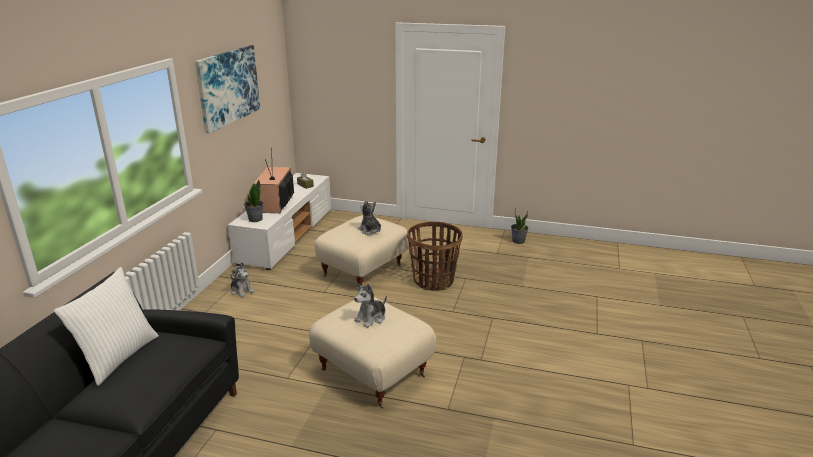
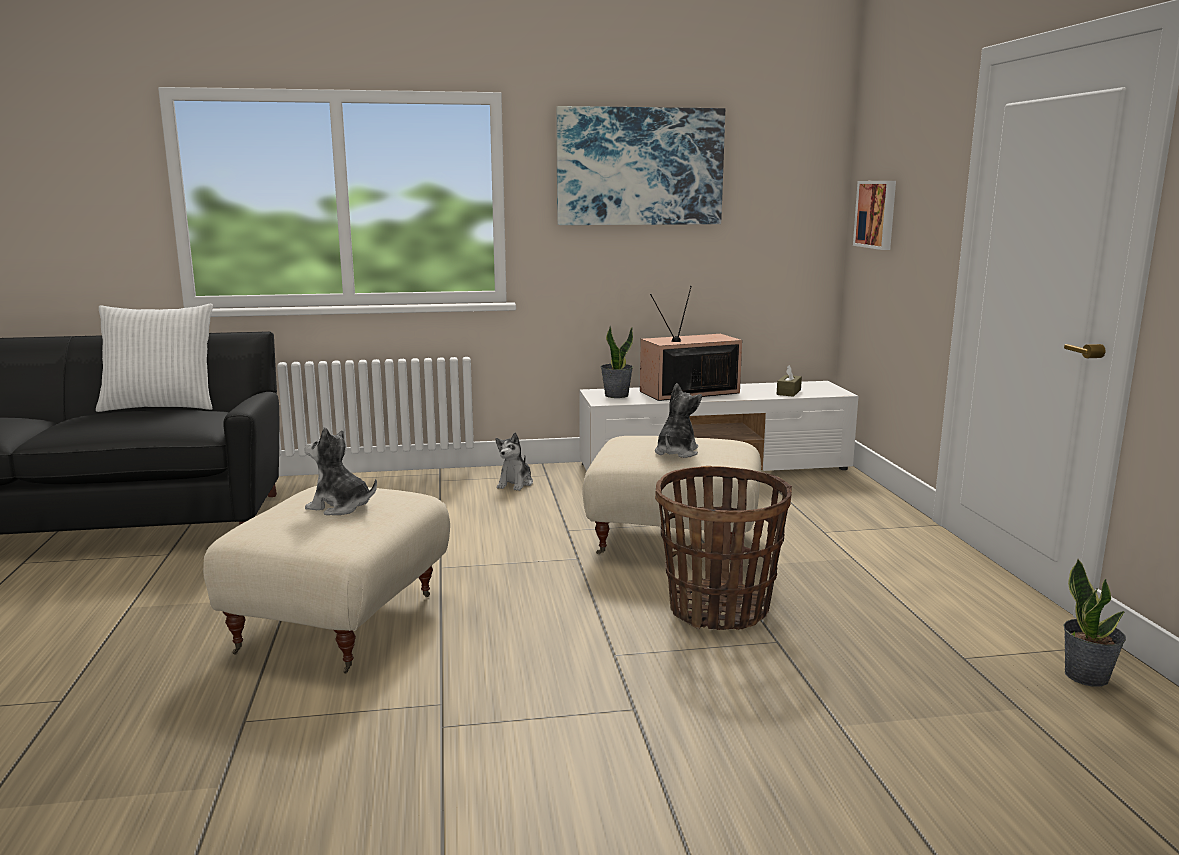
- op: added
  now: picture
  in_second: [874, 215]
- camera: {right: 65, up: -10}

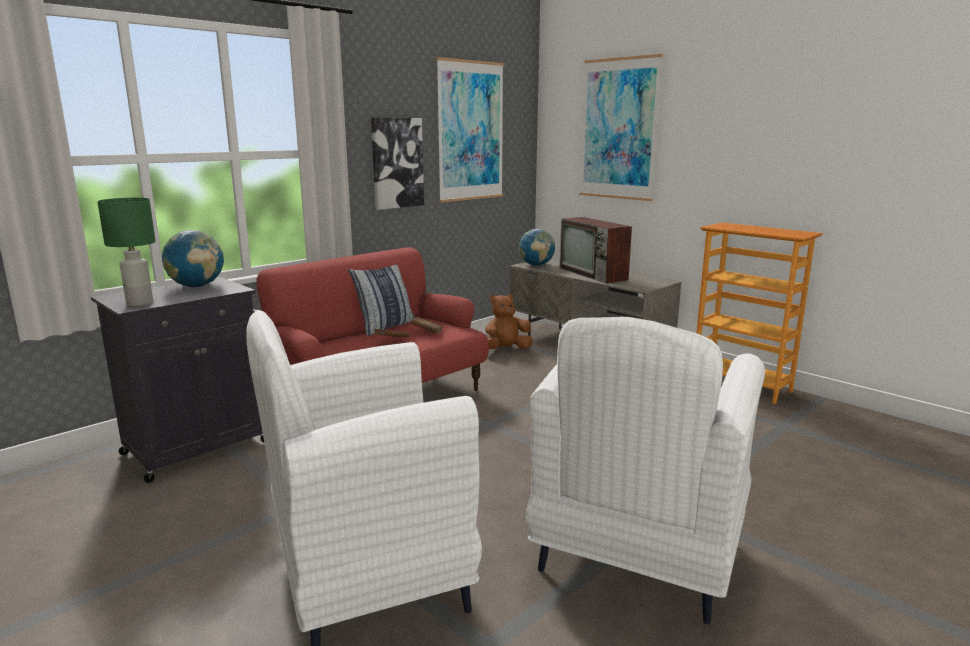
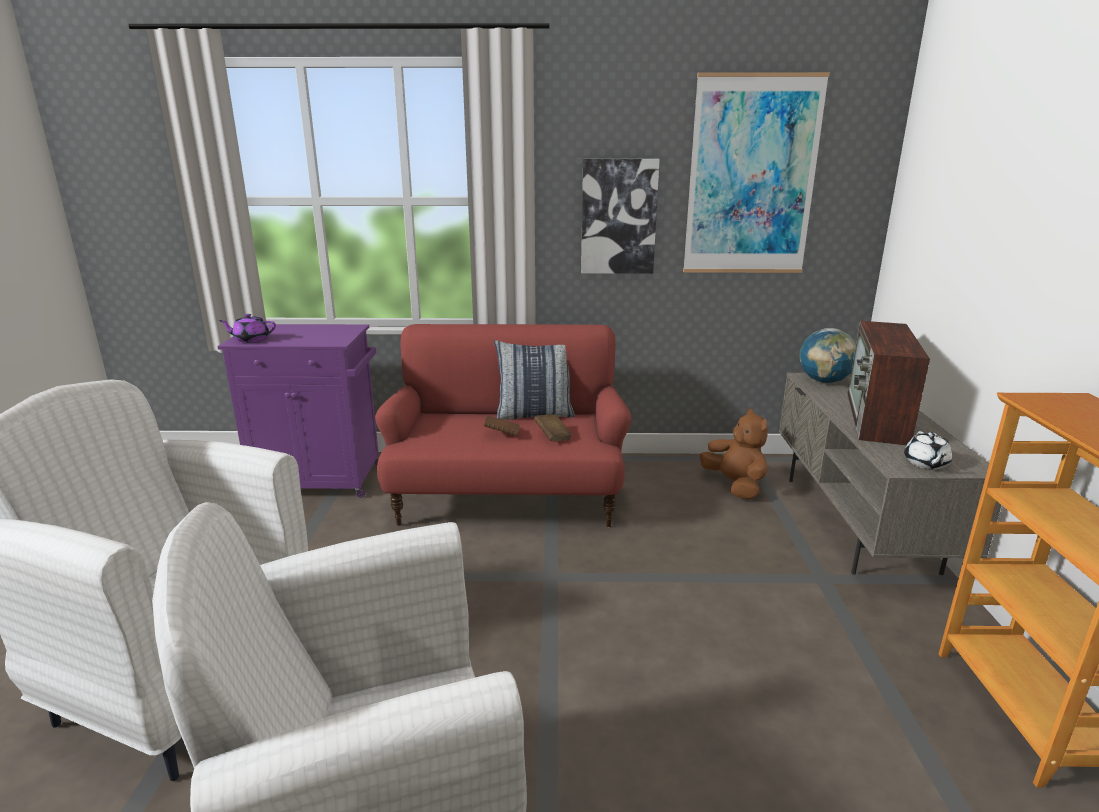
- op: recoloured
  was: black cabinet
  now: purple cabinet
  in_first: [177, 380]
  in_second: [298, 411]
- op: replaced
  was: green table lamp
  now: purple teapot
  in_first: [126, 252]
  in_second: [247, 328]
- op: turned
  was: brown plush toy
  in_first: [509, 321]
  in_second: [734, 454]
  clockwise: 45
- op: added
  now: white teapot
  in_second: [928, 450]
- op: removed
  was: globe
  in_first: [193, 258]
- op: removed
  was: picture
  in_first: [621, 127]
- camera: {right: 45, up: 5}

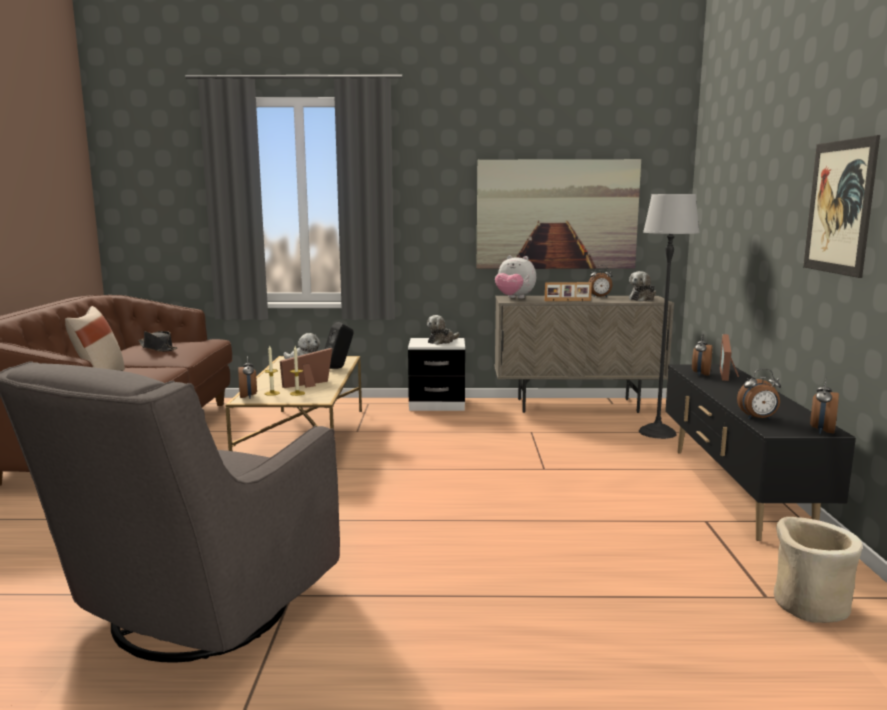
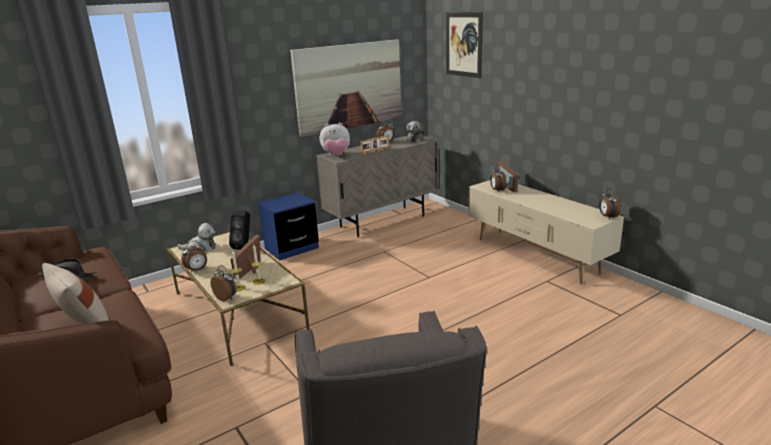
- op: moved
  was: alarm clock
  in_first: [759, 394]
  in_second: [194, 257]
- op: recoloured
  was: white nightstand
  now: blue nightstand
  in_first: [436, 374]
  in_second: [288, 226]
- op: moved
  was: picture
  in_first: [841, 206]
  in_second: [464, 45]
- op: recoloured
  was: black tv stand
  now: beige tv stand
  in_first: [760, 452]
  in_second: [546, 232]
- op: removed
  was: plush toy
  in_first: [443, 330]
- op: removed
  was: floor lamp
  in_first: [669, 316]
- op: removed
  was: beige planter
  in_first: [818, 570]
- camera: {right: -35, up: 10}

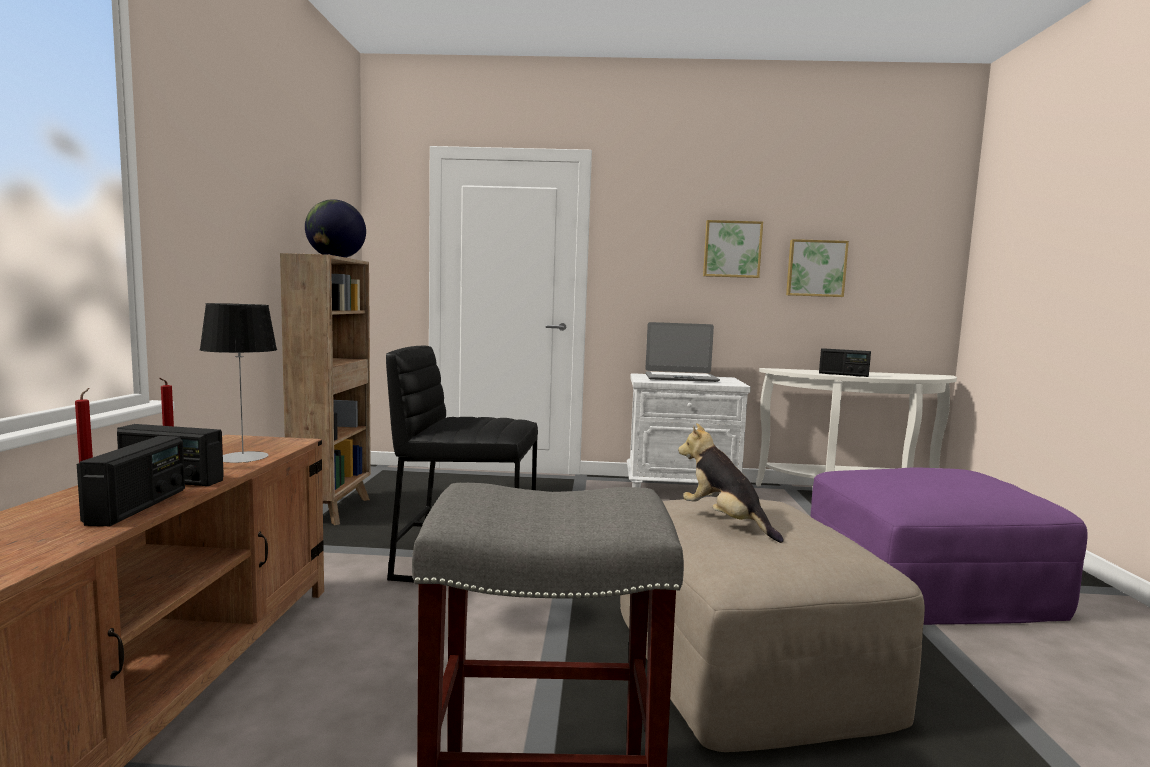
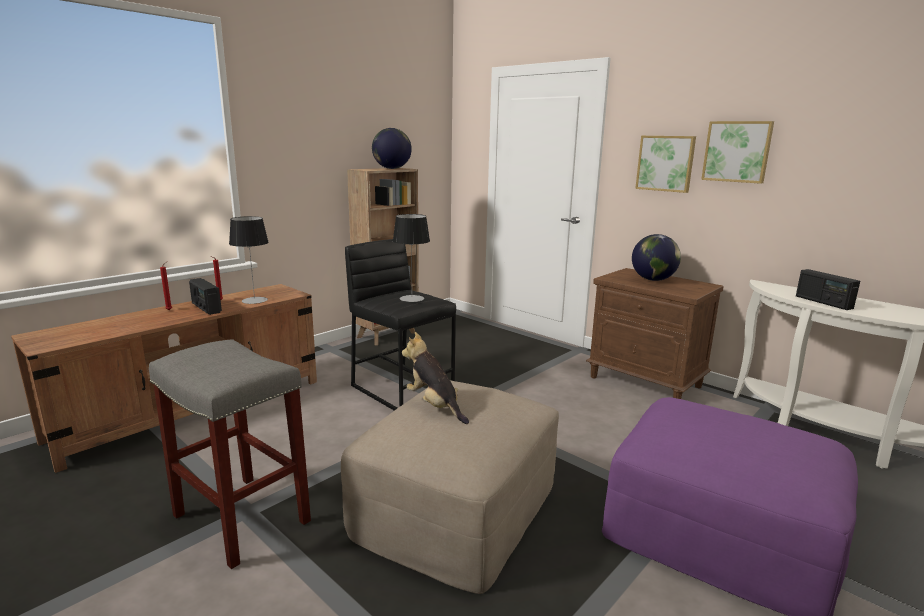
- op: added
  now: table lamp
  in_second: [411, 258]
- op: turned
  was: plush toy
  in_first: [731, 483]
  in_second: [435, 378]
  clockwise: -45
- op: recoloured
  was: white nightstand
  now: brown nightstand
  in_first: [689, 430]
  in_second: [655, 333]
- op: replaced
  was: laptop
  now: globe
  in_first: [682, 352]
  in_second: [656, 257]
- op: moved
  was: picture
  in_first: [817, 268]
  in_second: [665, 164]
- op: removed
  was: radio
  in_first: [131, 481]
- camera: {right: 40, up: 10}

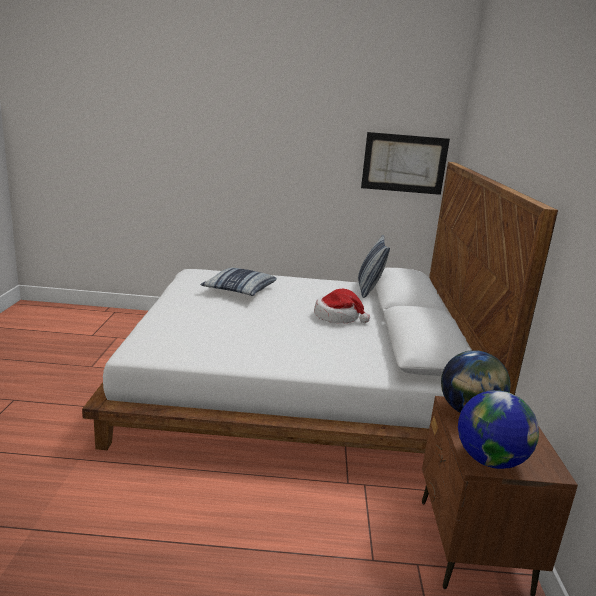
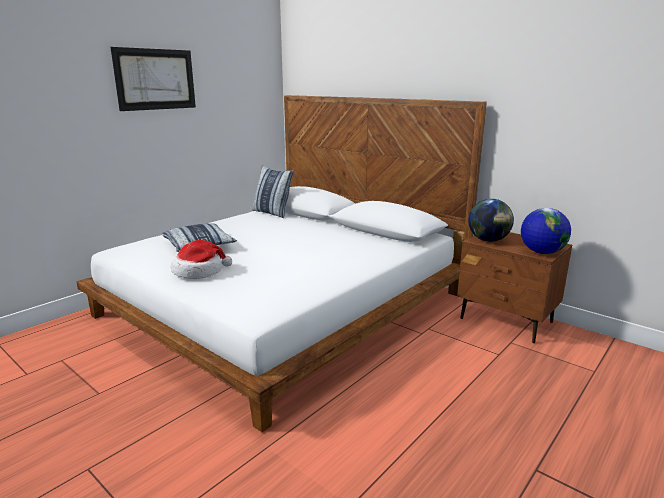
- op: moved
  was: picture
  in_first: [405, 163]
  in_second: [153, 79]
- op: moved
  was: hat
  in_first: [342, 306]
  in_second: [201, 259]
- camera: {right: -50, up: 0}

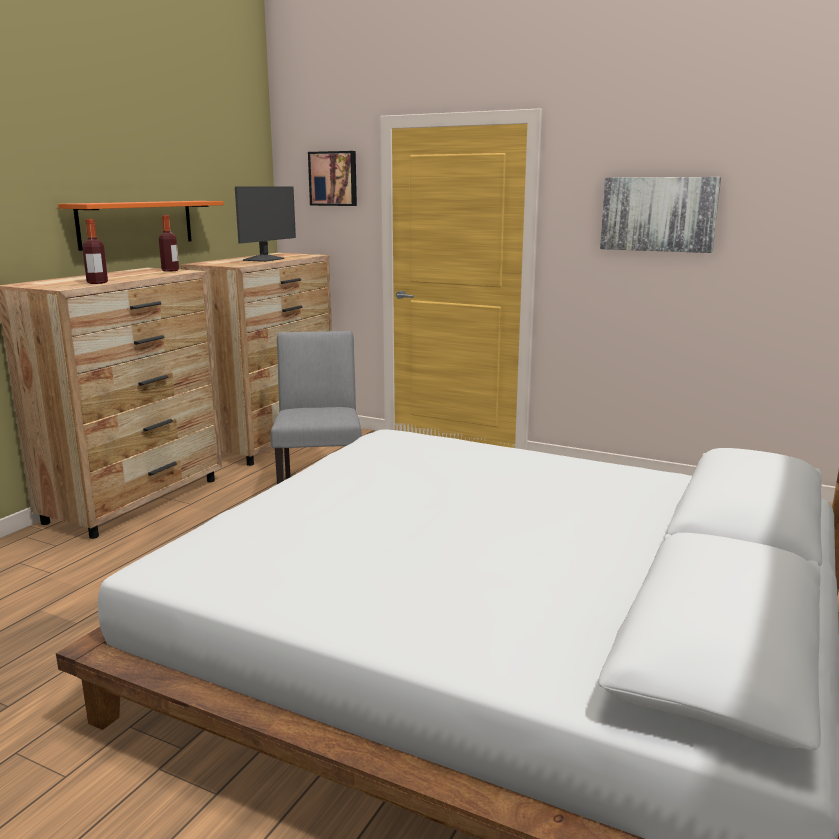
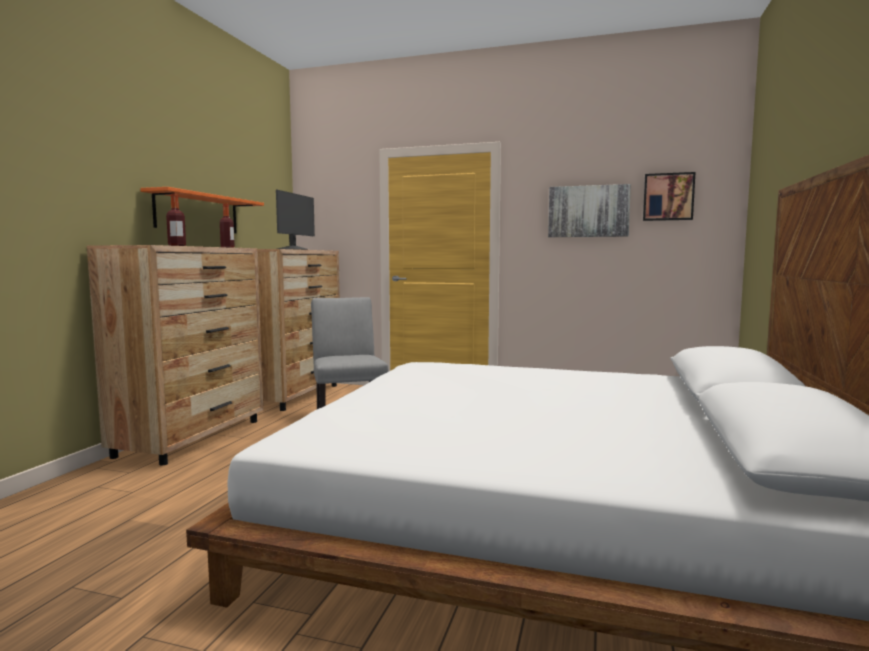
- op: moved
  was: picture
  in_first: [332, 178]
  in_second: [669, 196]
- camera: {right: -10, up: -10}

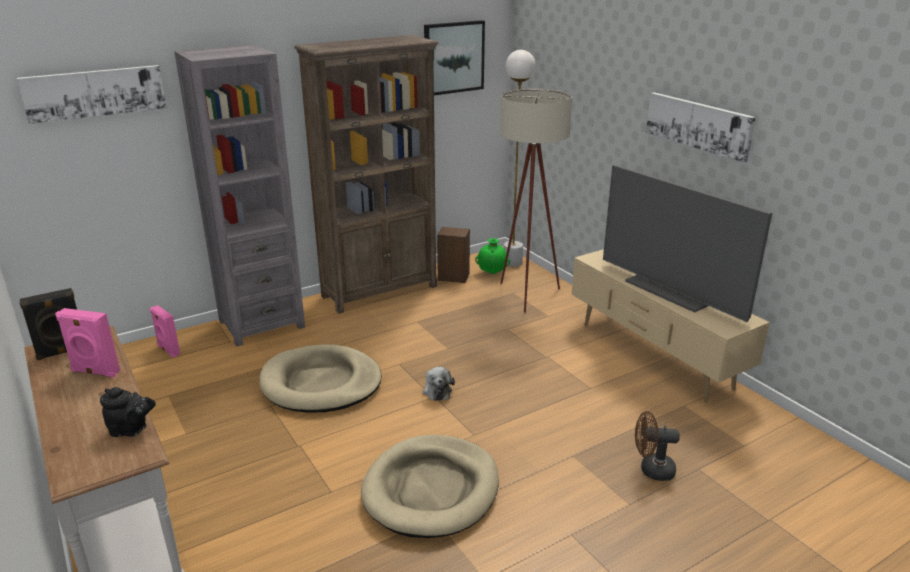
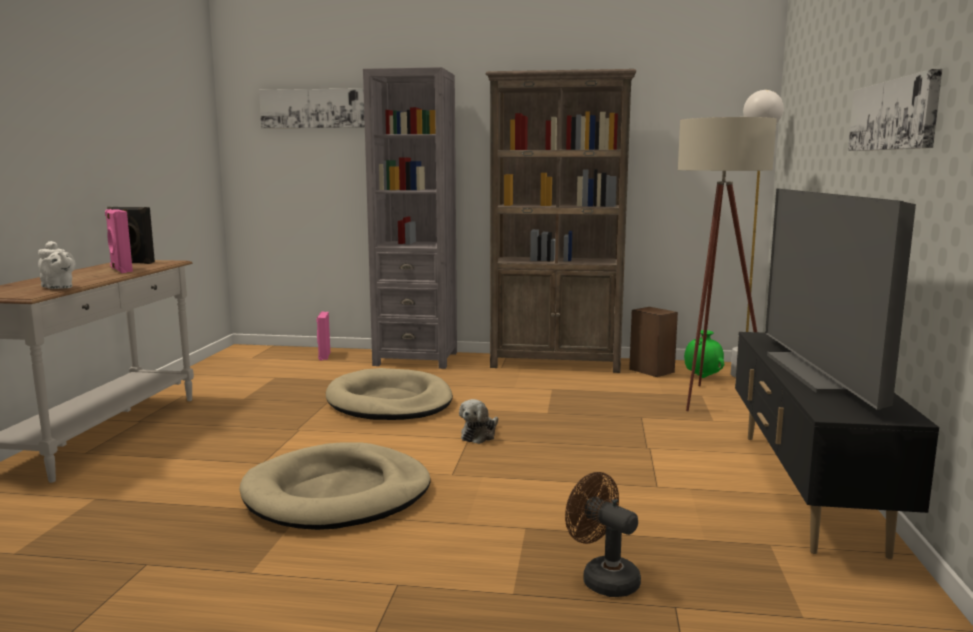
- op: recoloured
  was: black teapot
  now: white teapot
  in_first: [128, 412]
  in_second: [57, 265]
- op: recoloured
  was: beige tv stand
  now: black tv stand
  in_first: [671, 326]
  in_second: [837, 445]
- op: removed
  was: picture
  in_first: [454, 57]
- camera: {right: 40, up: -15}

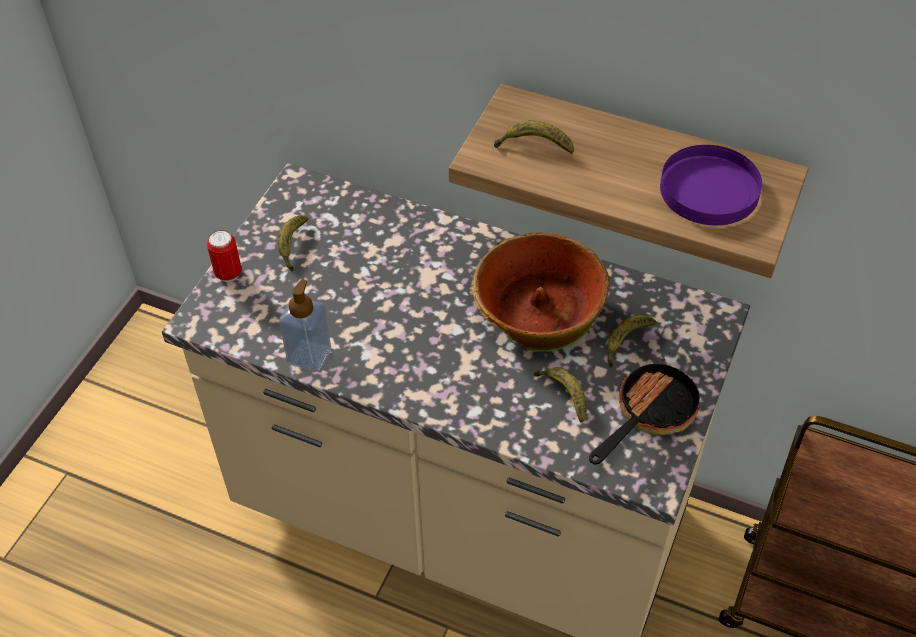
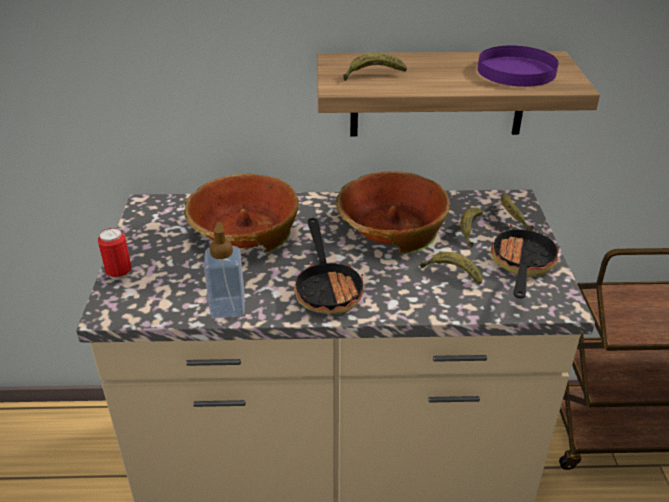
- op: added
  now: bowl
  in_second: [241, 213]
- op: added
  now: frying pan
  in_second: [330, 265]
- op: moved
  was: banana
  in_first: [293, 243]
  in_second: [517, 212]
- camera: {right: -25, up: -15}

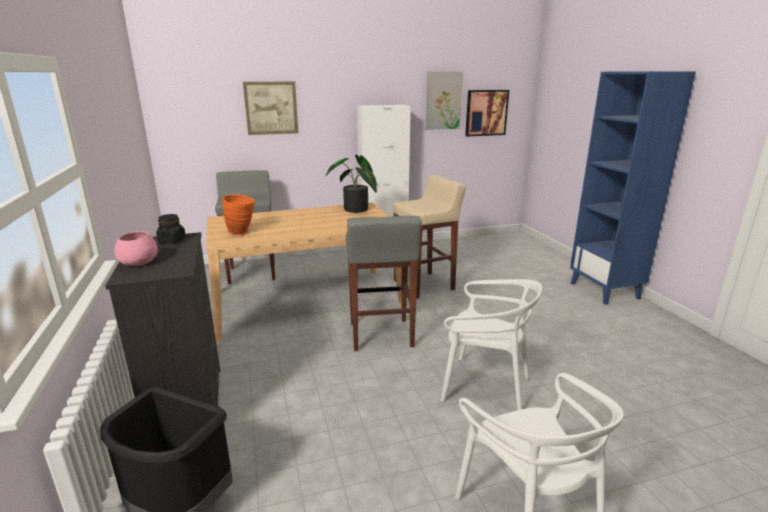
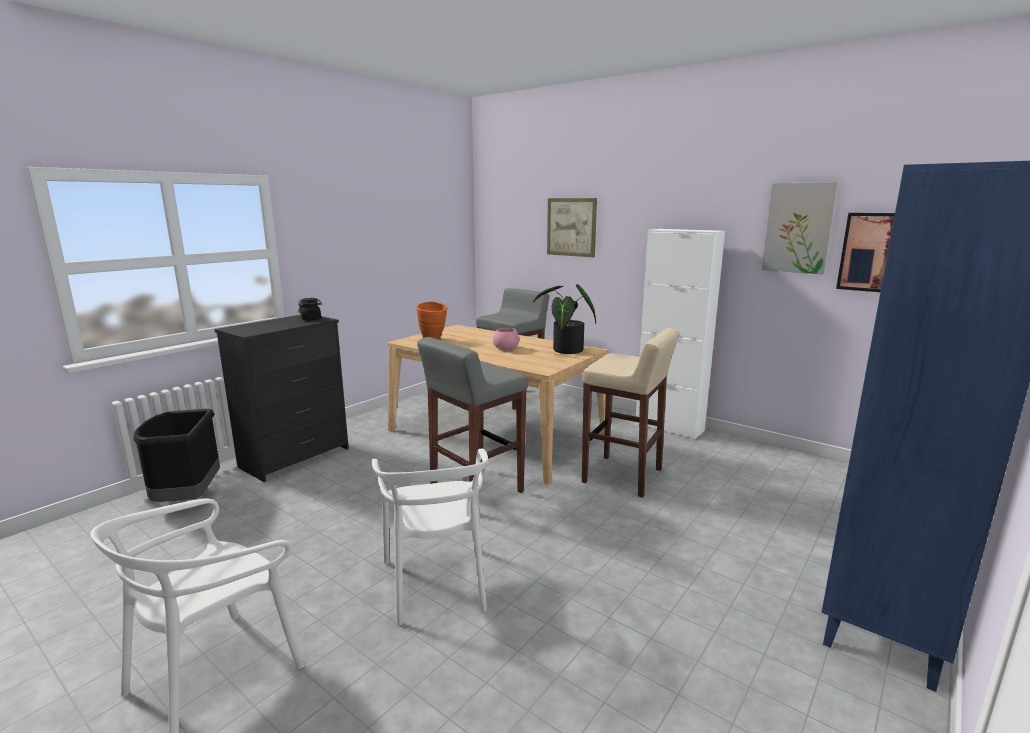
- op: moved
  was: pink bowl
  in_first: [136, 248]
  in_second: [506, 339]
- camera: {right: 55, up: -5}

